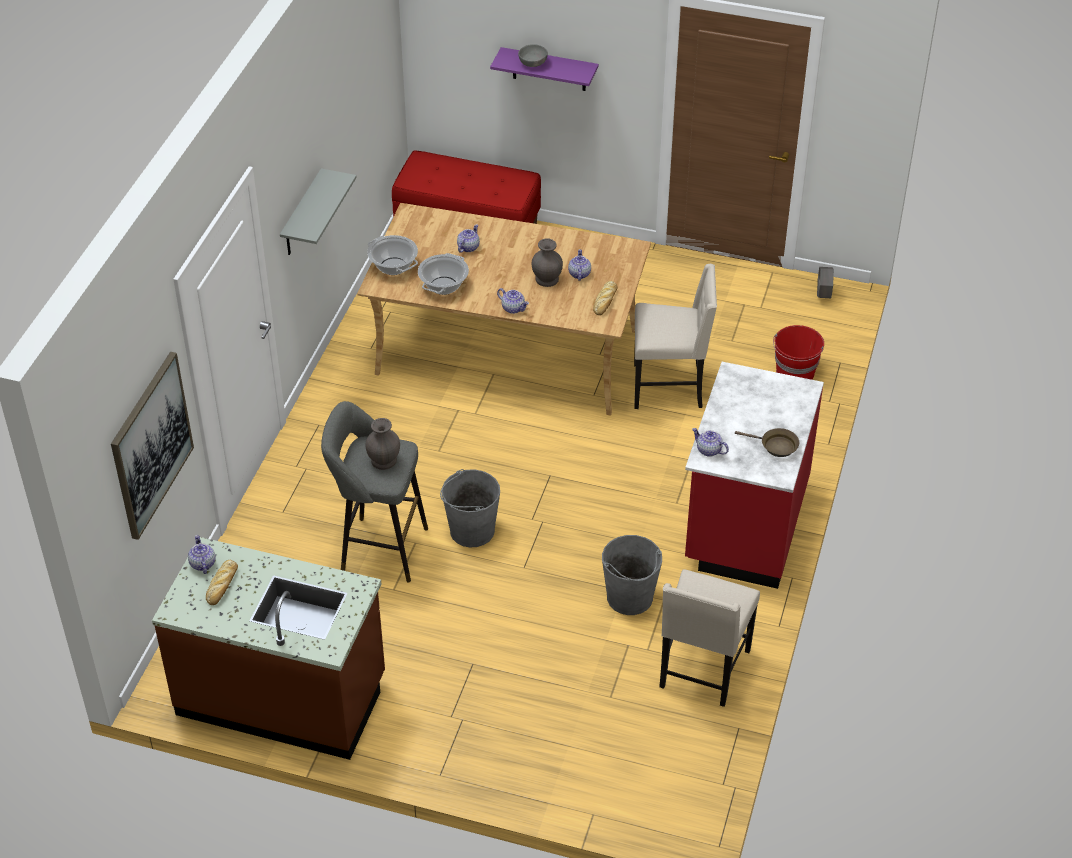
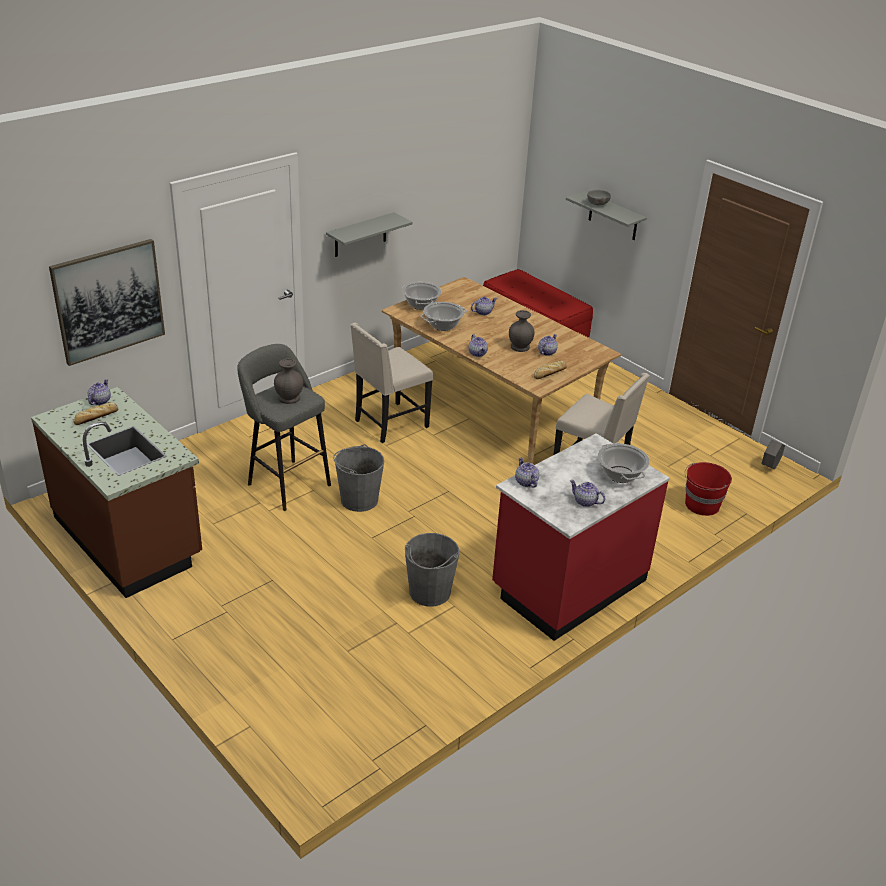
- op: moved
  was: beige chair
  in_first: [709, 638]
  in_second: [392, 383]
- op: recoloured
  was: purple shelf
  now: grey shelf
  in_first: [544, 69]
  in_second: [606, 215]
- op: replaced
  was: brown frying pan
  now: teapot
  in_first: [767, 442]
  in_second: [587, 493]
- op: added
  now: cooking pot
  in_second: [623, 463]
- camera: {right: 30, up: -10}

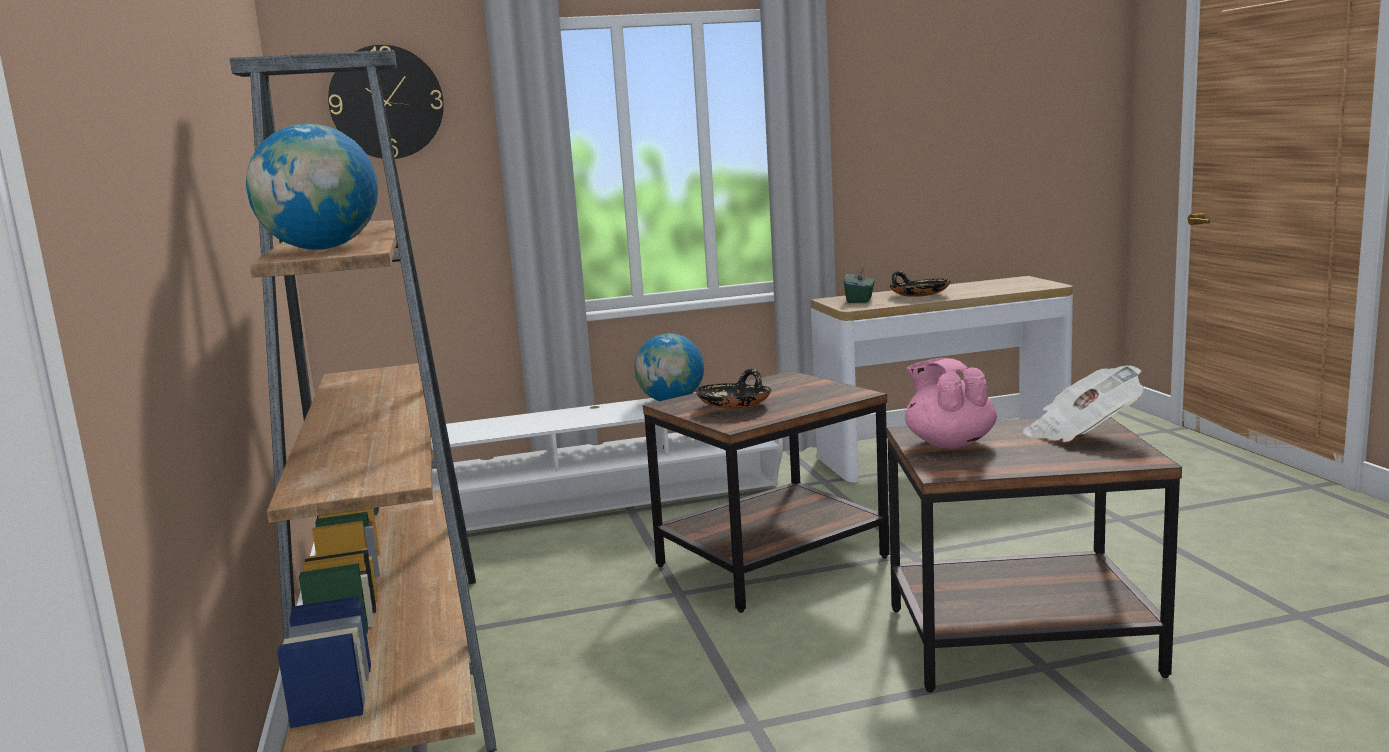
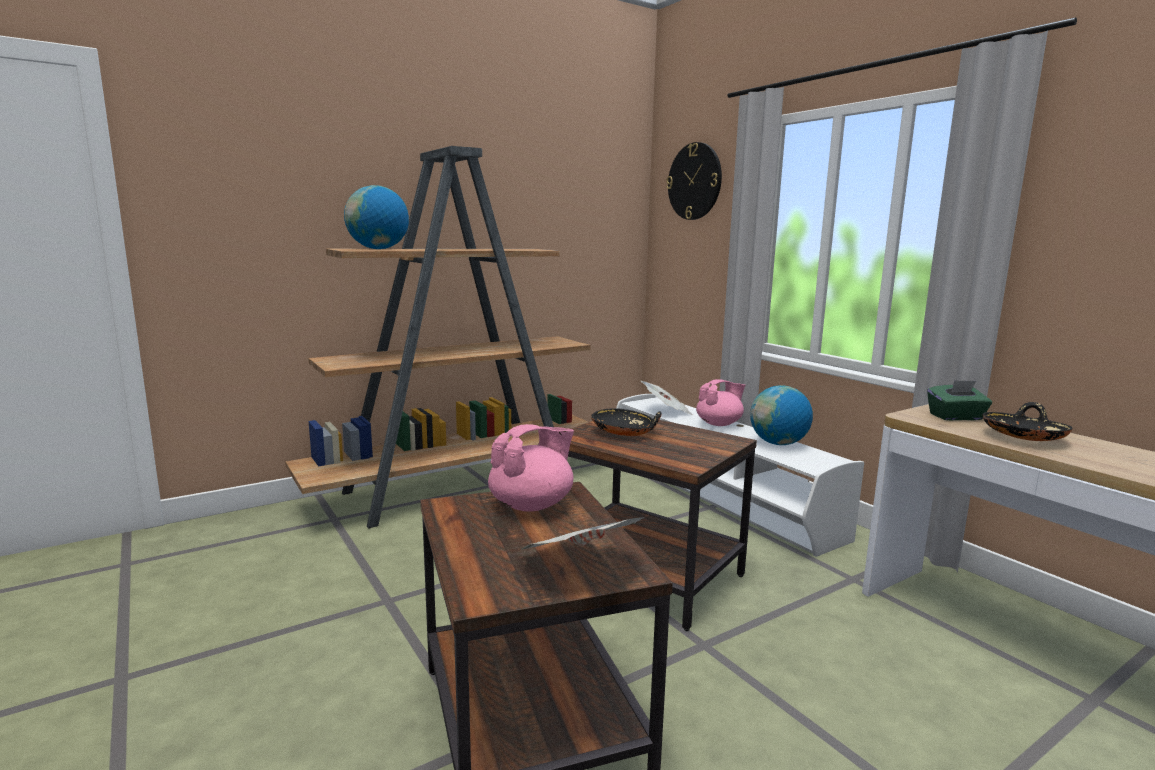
- op: added
  now: newspaper
  in_second: [667, 398]
- op: added
  now: pink teapot
  in_second: [720, 402]
- camera: {right: 70, up: 0}

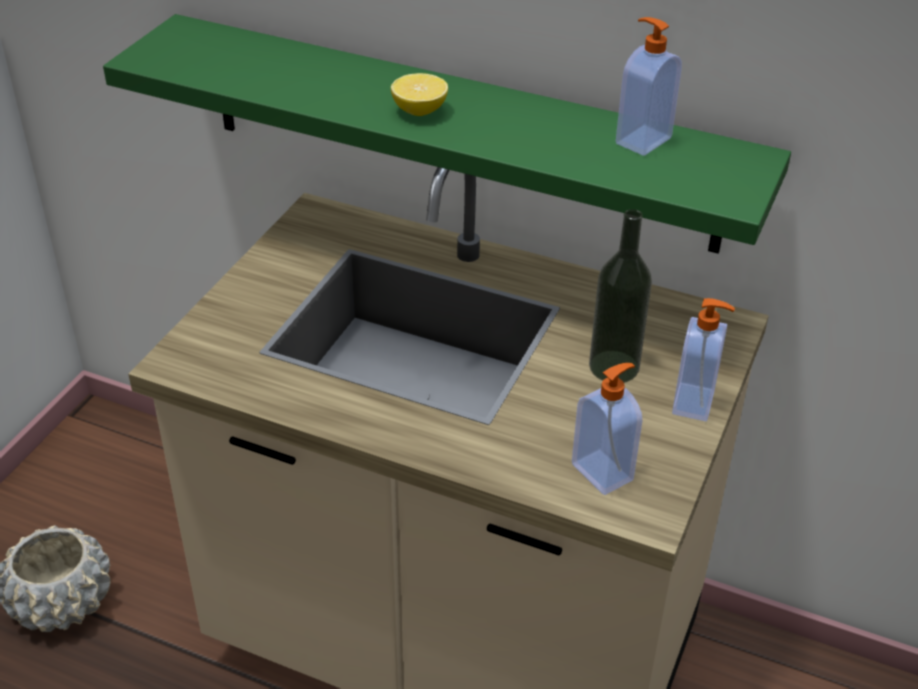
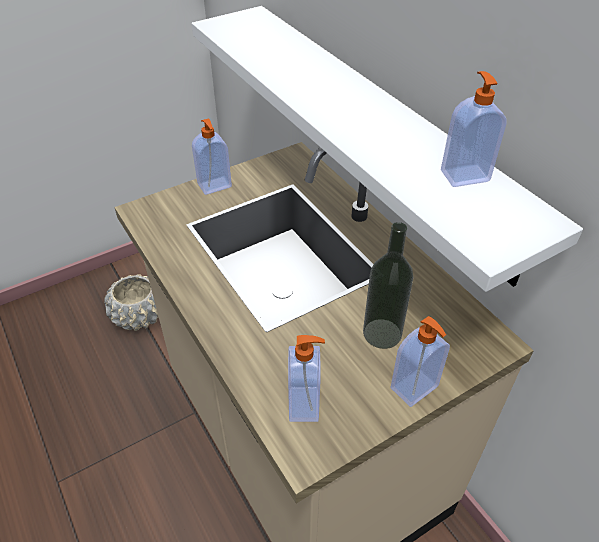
- op: recoloured
  was: green shelf
  now: white shelf
  in_first: [447, 134]
  in_second: [387, 149]
- op: added
  now: soap dispenser
  in_second: [212, 156]
- op: removed
  was: lemon
  in_first: [419, 94]
- camera: {right: 35, up: 5}

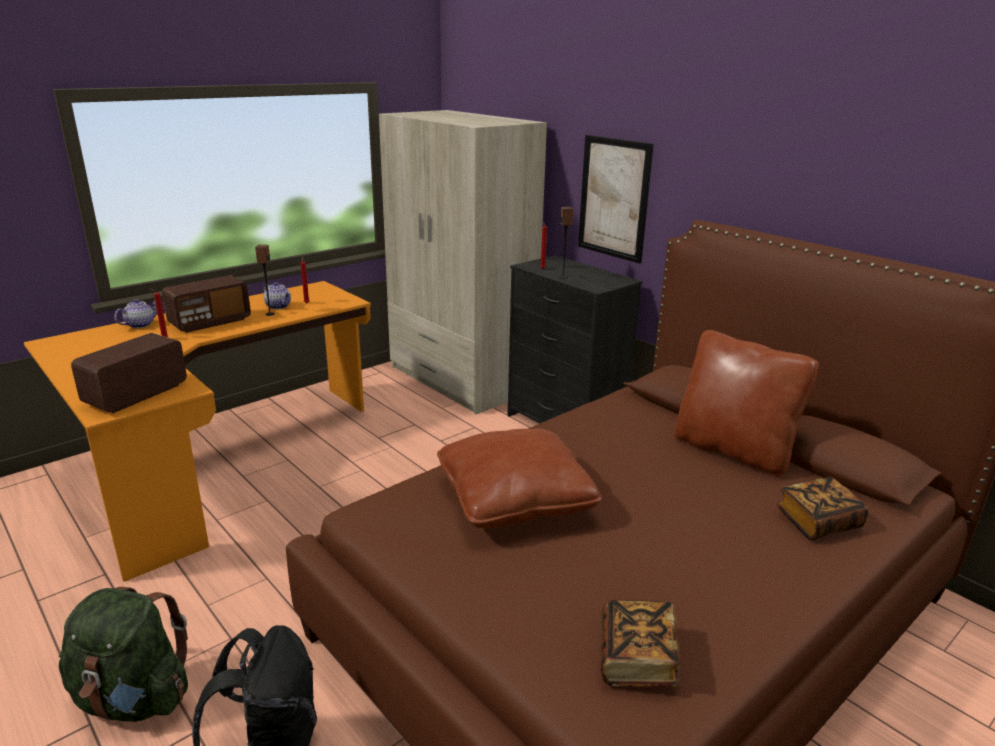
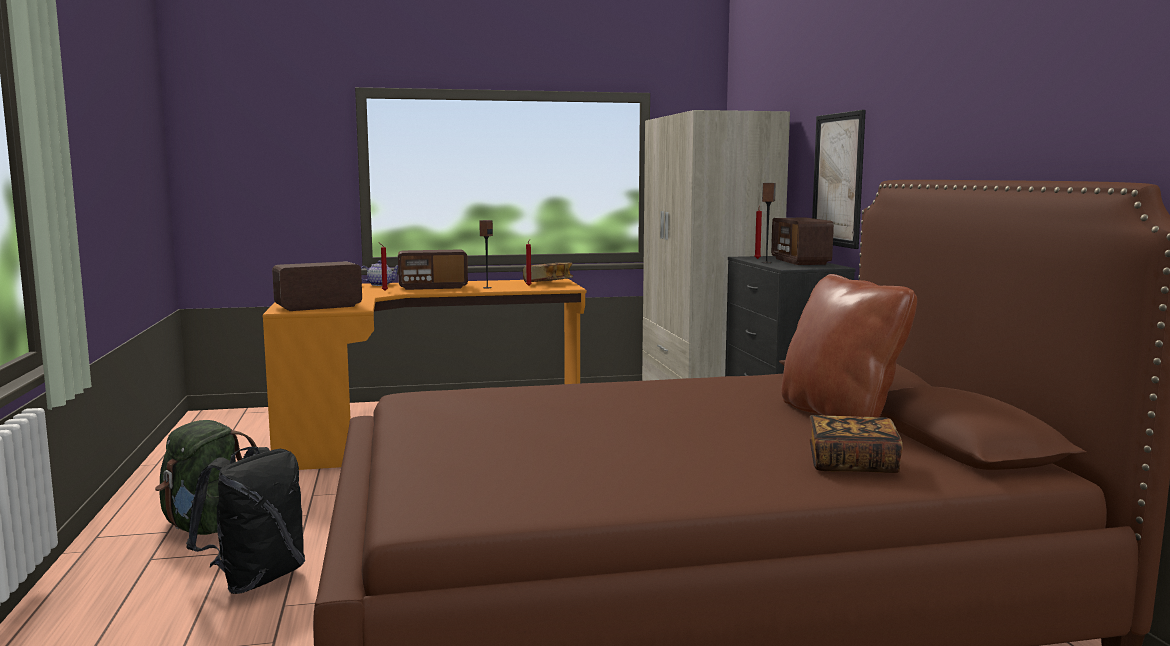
- op: moved
  was: book
  in_first: [640, 643]
  in_second: [548, 272]
- op: added
  now: radio
  in_second: [802, 241]
- op: removed
  was: teapot
  in_first: [277, 295]
- op: removed
  was: brown pillow
  in_first: [519, 478]
- camera: {right: 30, up: -15}

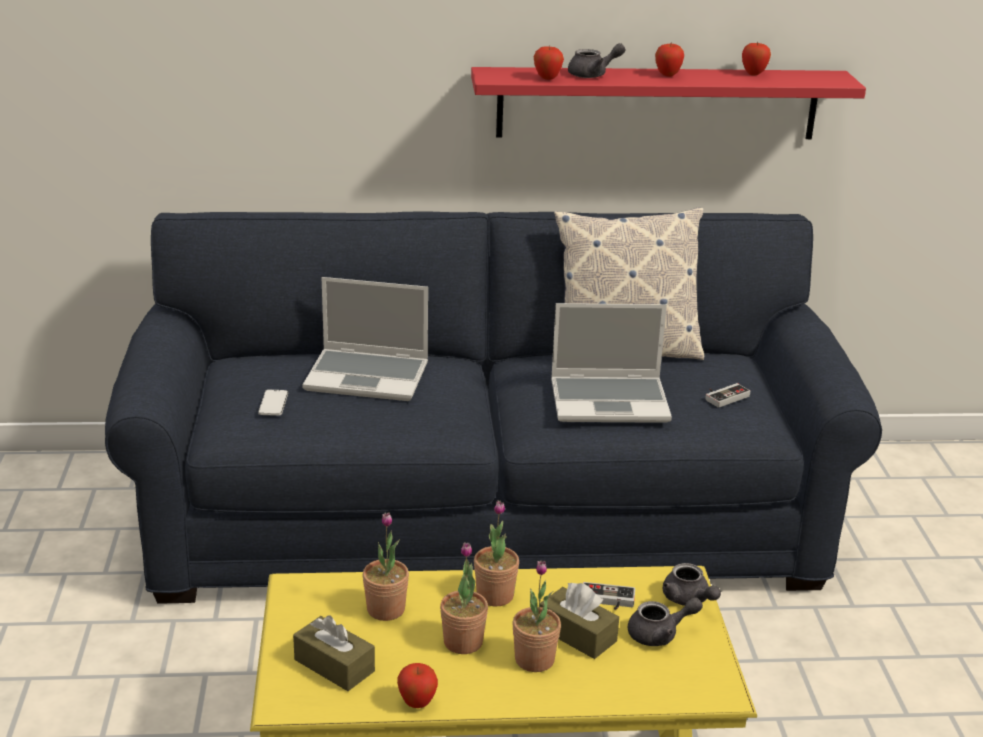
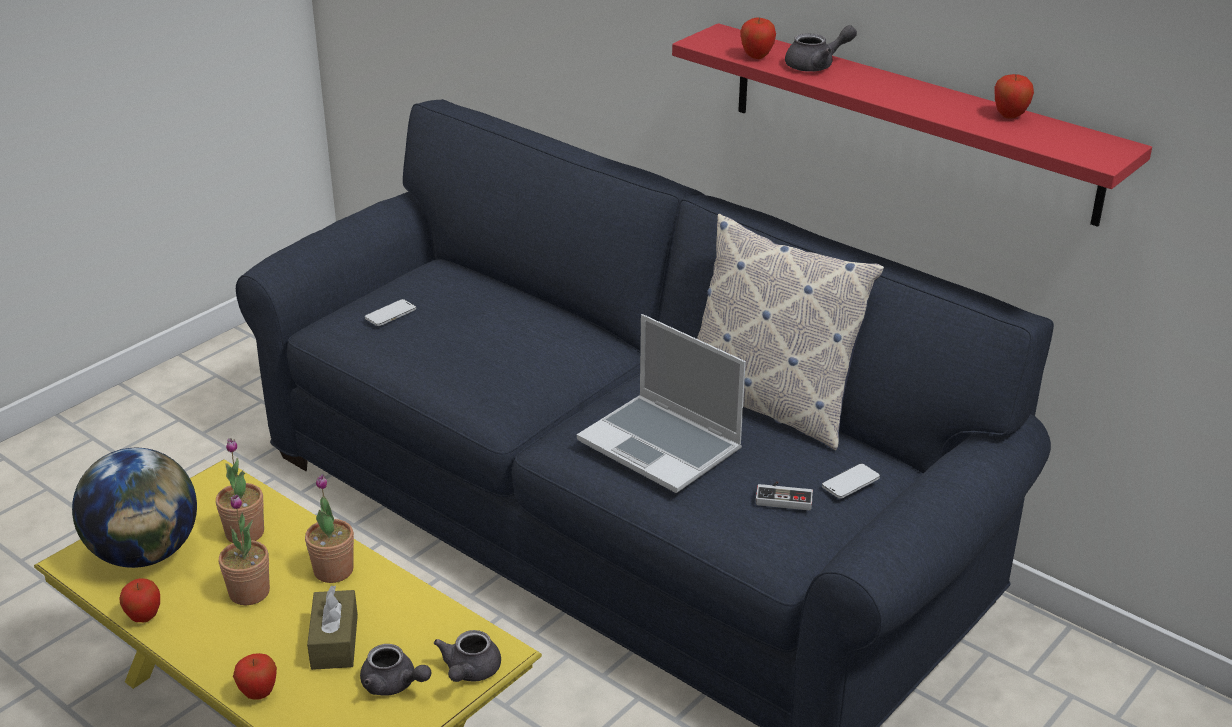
- op: replaced
  was: brown tissue box
  now: globe
  in_first: [334, 653]
  in_second: [134, 508]
- op: moved
  was: apple
  in_first: [669, 60]
  in_second: [255, 676]
- op: turned
  was: grey teapot
  in_first: [597, 60]
  in_second: [821, 48]
  clockwise: -45
- op: added
  now: phone
  in_second: [851, 481]
- op: removed
  was: laptop
  in_first: [365, 339]
- op: removed
  was: potted plant
  in_first: [536, 616]
- op: removed
  was: game controller
  in_first: [609, 596]
- camera: {right: 45, up: 5}

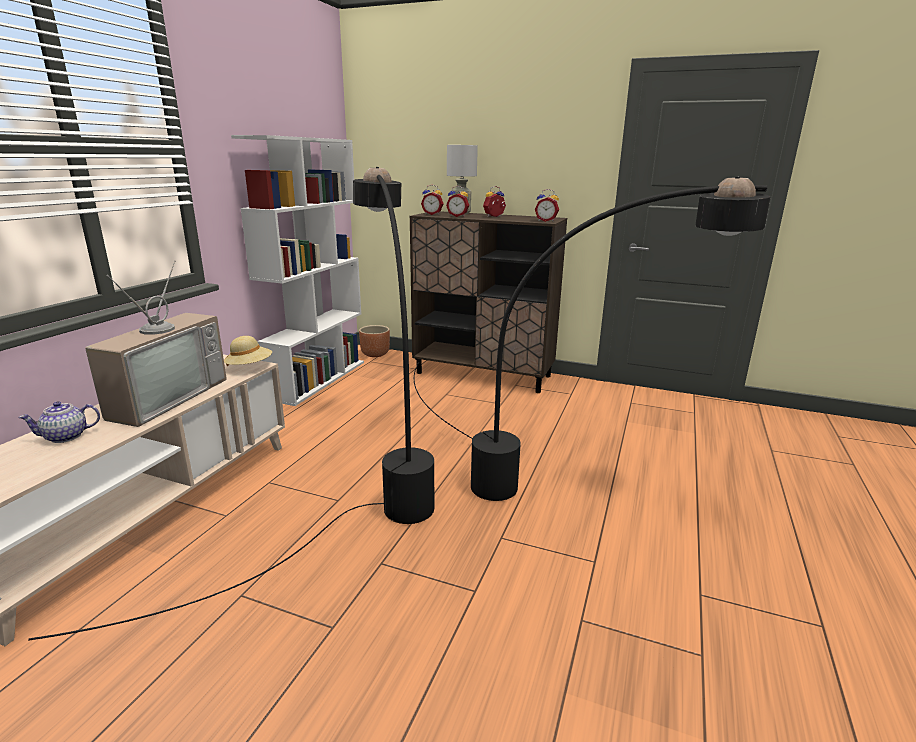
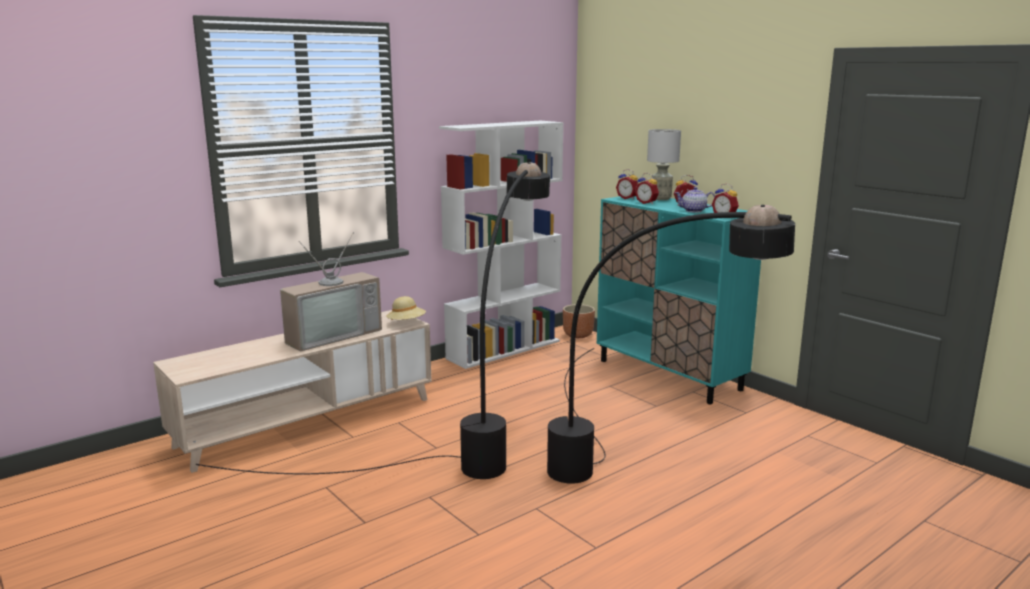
- op: recoloured
  was: brown cabinet
  now: turquoise cabinet
  in_first: [488, 302]
  in_second: [679, 300]
- op: moved
  was: teapot
  in_first: [59, 422]
  in_second: [695, 200]
- camera: {right: 30, up: -5}

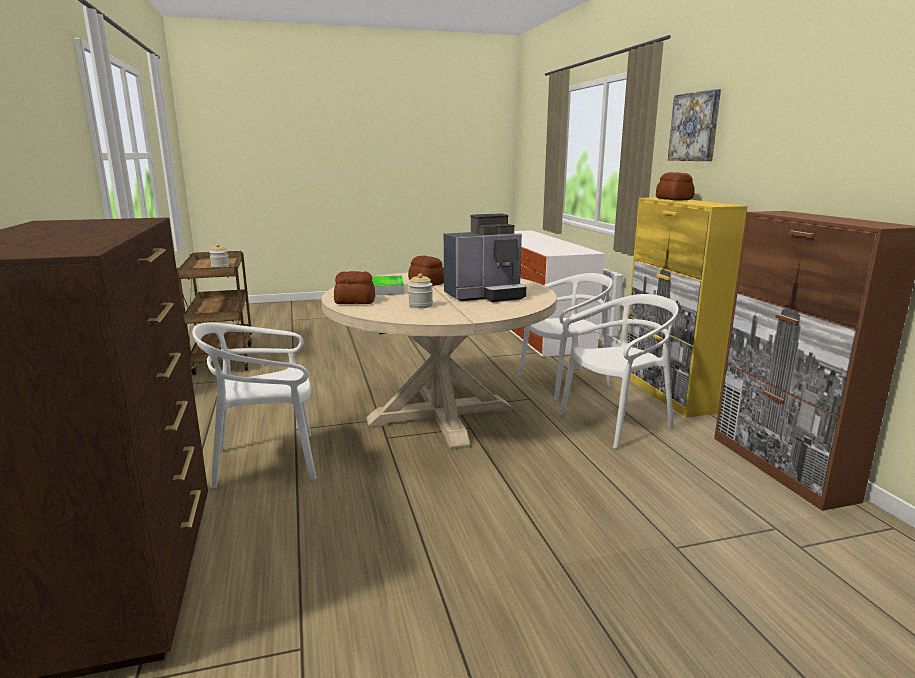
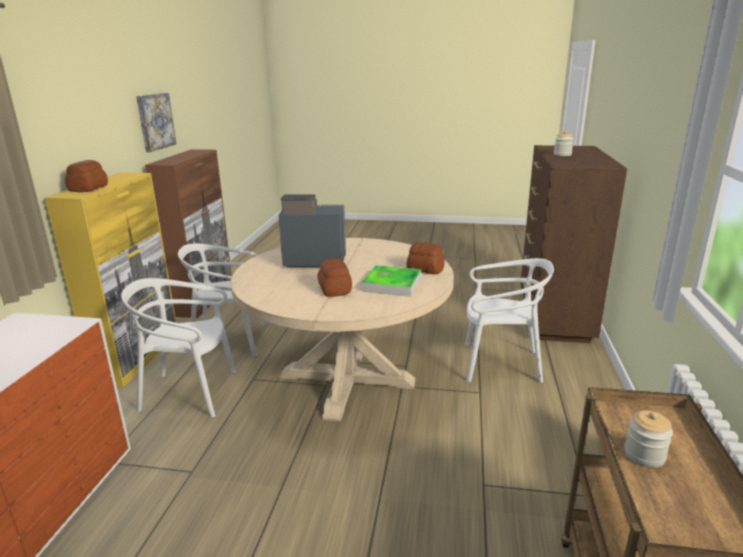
- op: moved
  was: picture
  in_first: [694, 125]
  in_second: [156, 122]
- op: moved
  was: jar
  in_first: [420, 290]
  in_second: [564, 143]
- camera: {right: -155, up: 5}

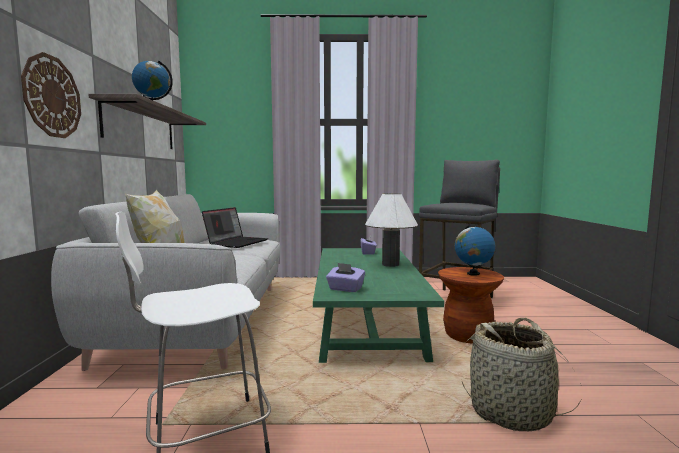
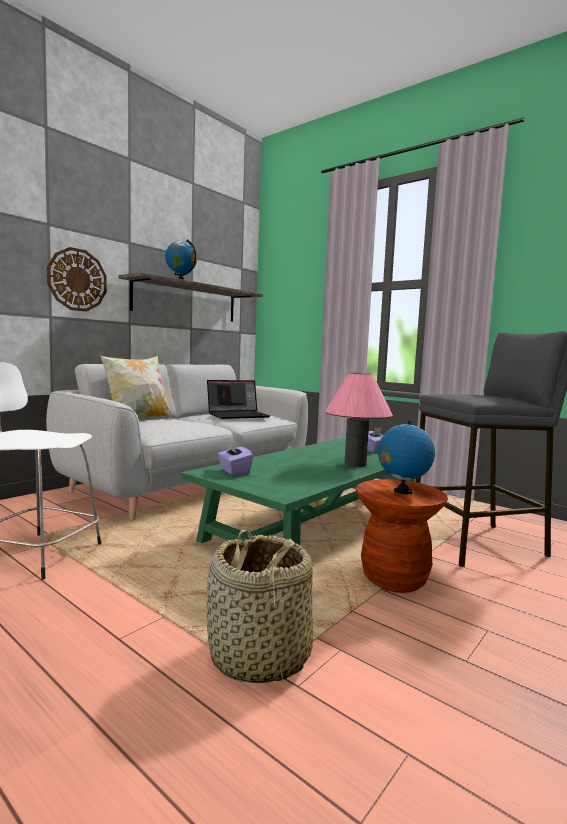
- op: recoloured
  was: white table lamp
  now: pink table lamp
  in_first: [391, 230]
  in_second: [359, 420]
- camera: {right: 40, up: 0}

